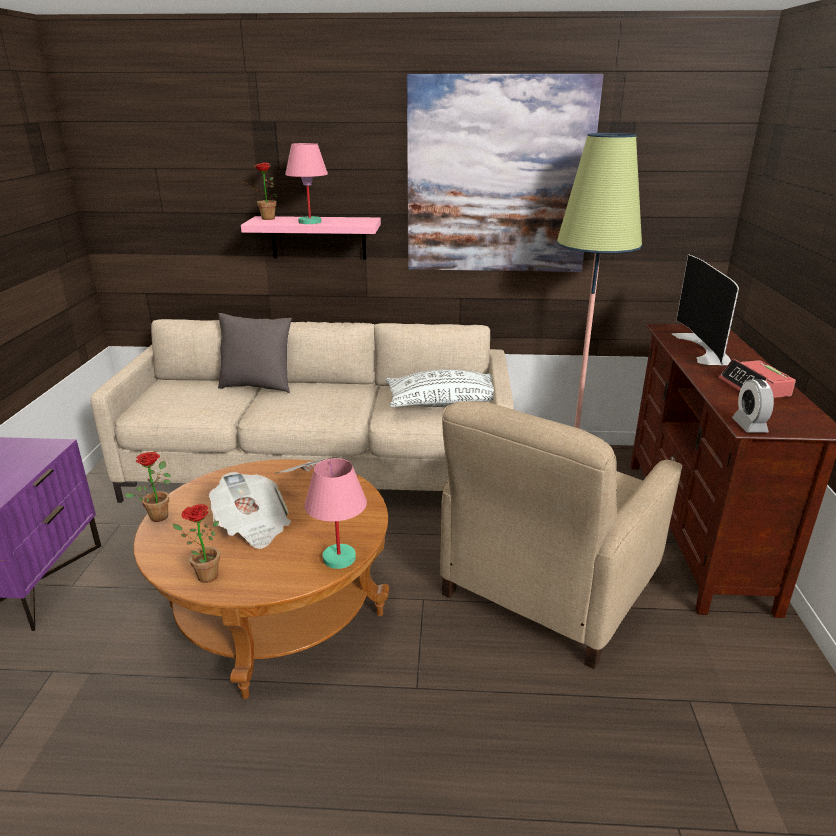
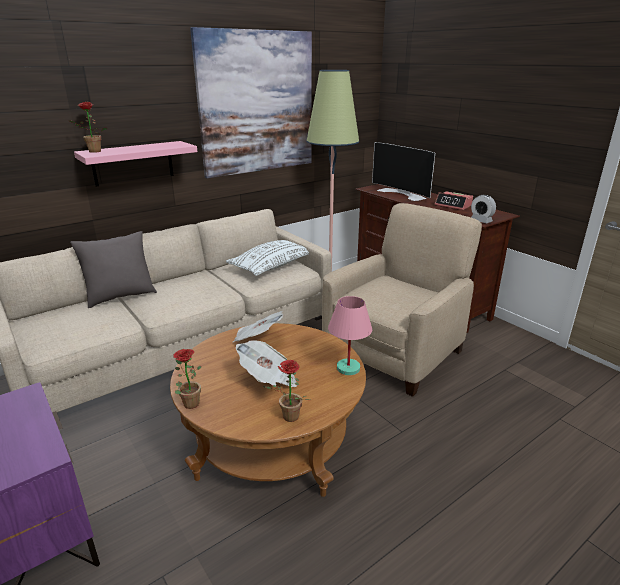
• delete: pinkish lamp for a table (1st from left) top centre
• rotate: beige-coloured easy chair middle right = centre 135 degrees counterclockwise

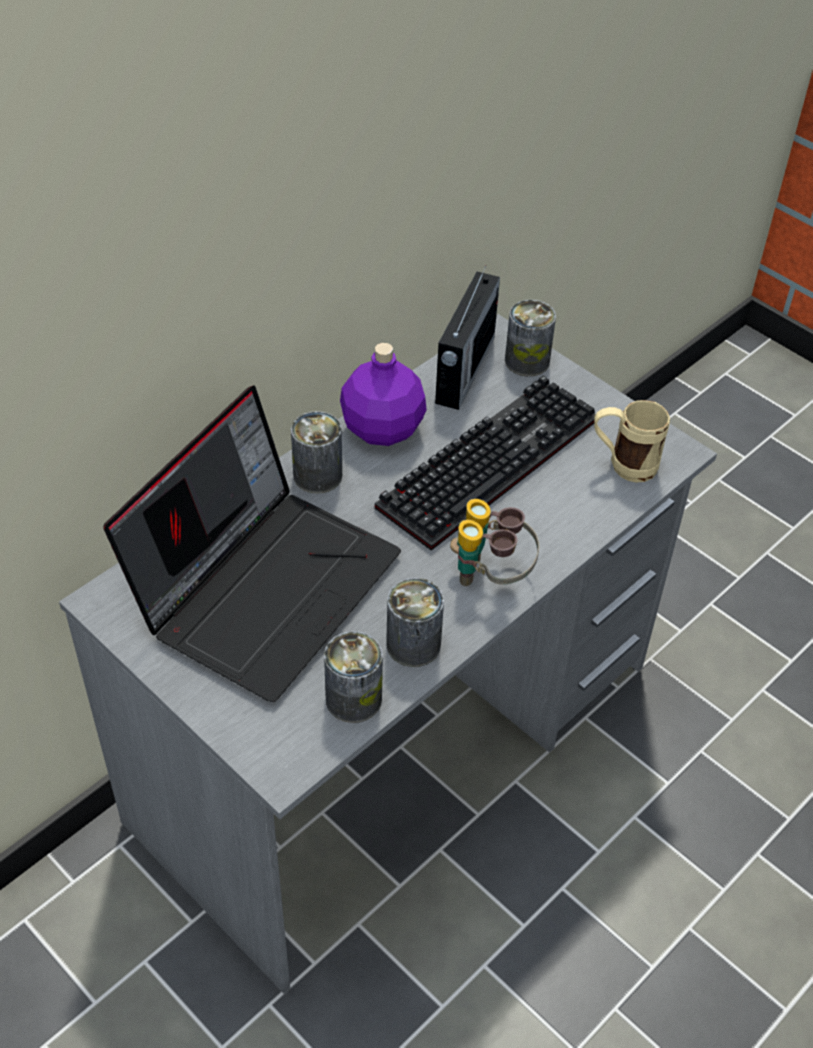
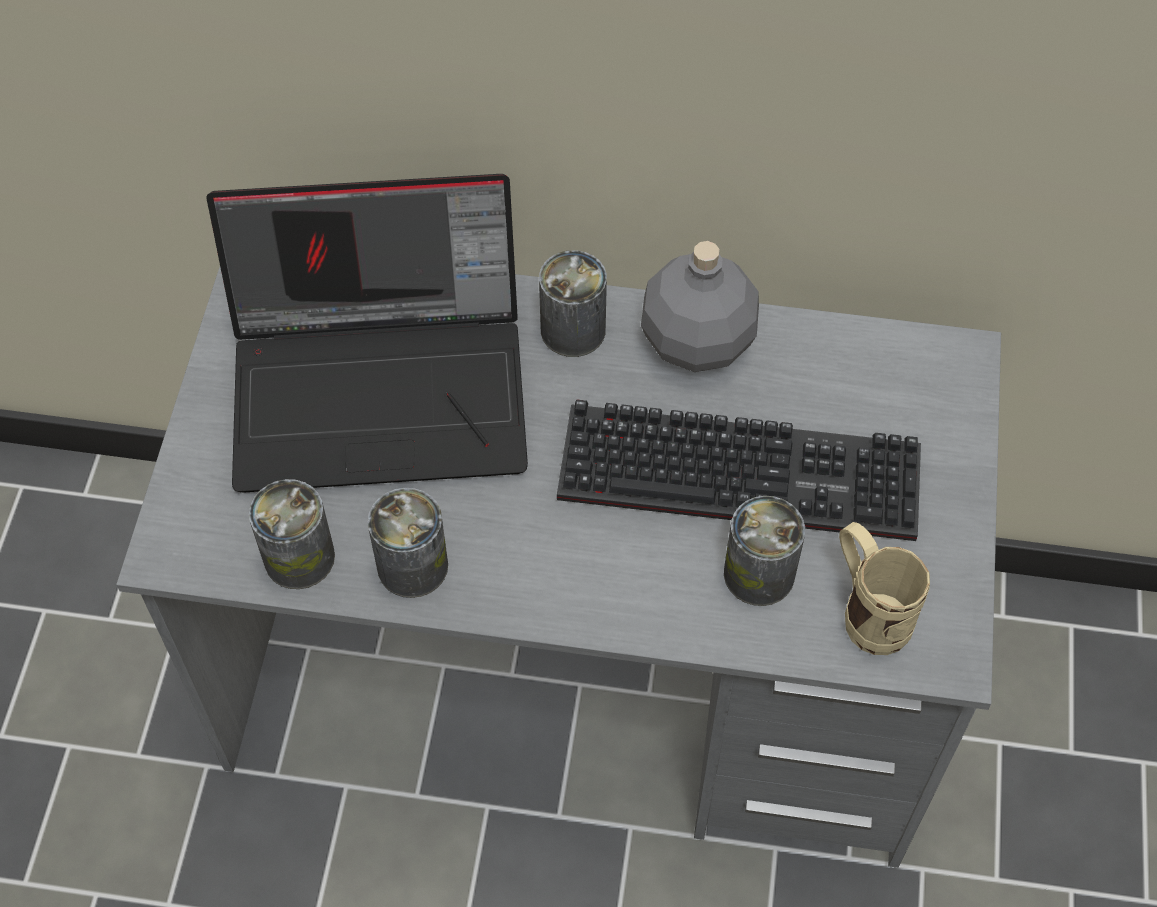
• delete: radio set top centre
• move: metal can (4th from left) top centre to centre
• recolor: purple bottle centre to grey bottle centre
• delete: pair of binoculars centre

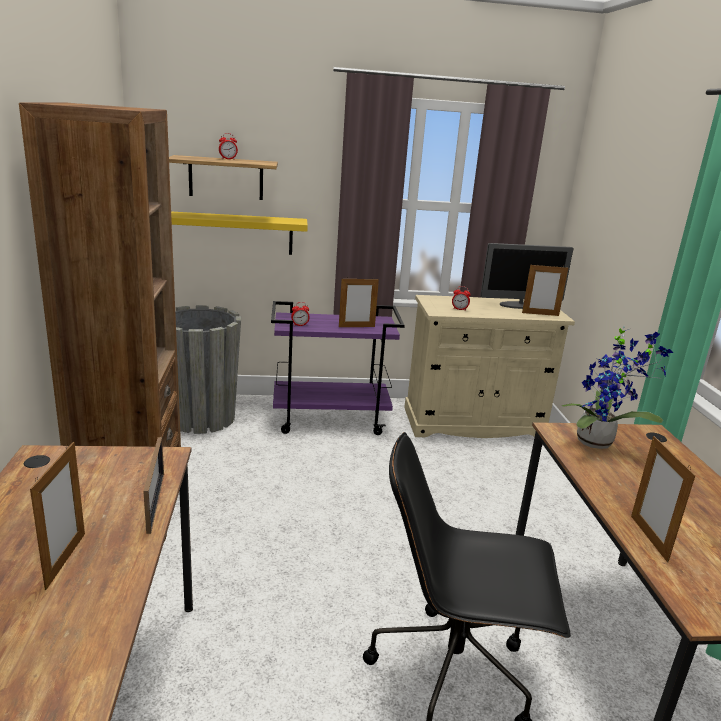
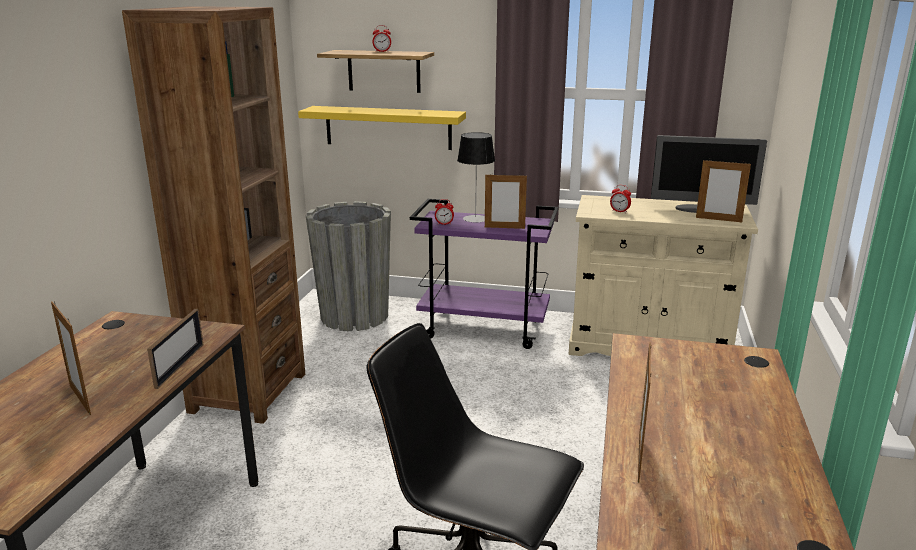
• delete: houseplant middle right
• rotate: photo frame (1st from left) bottom left = middle left 120 degrees clockwise
• insert: lamp for a table top centre

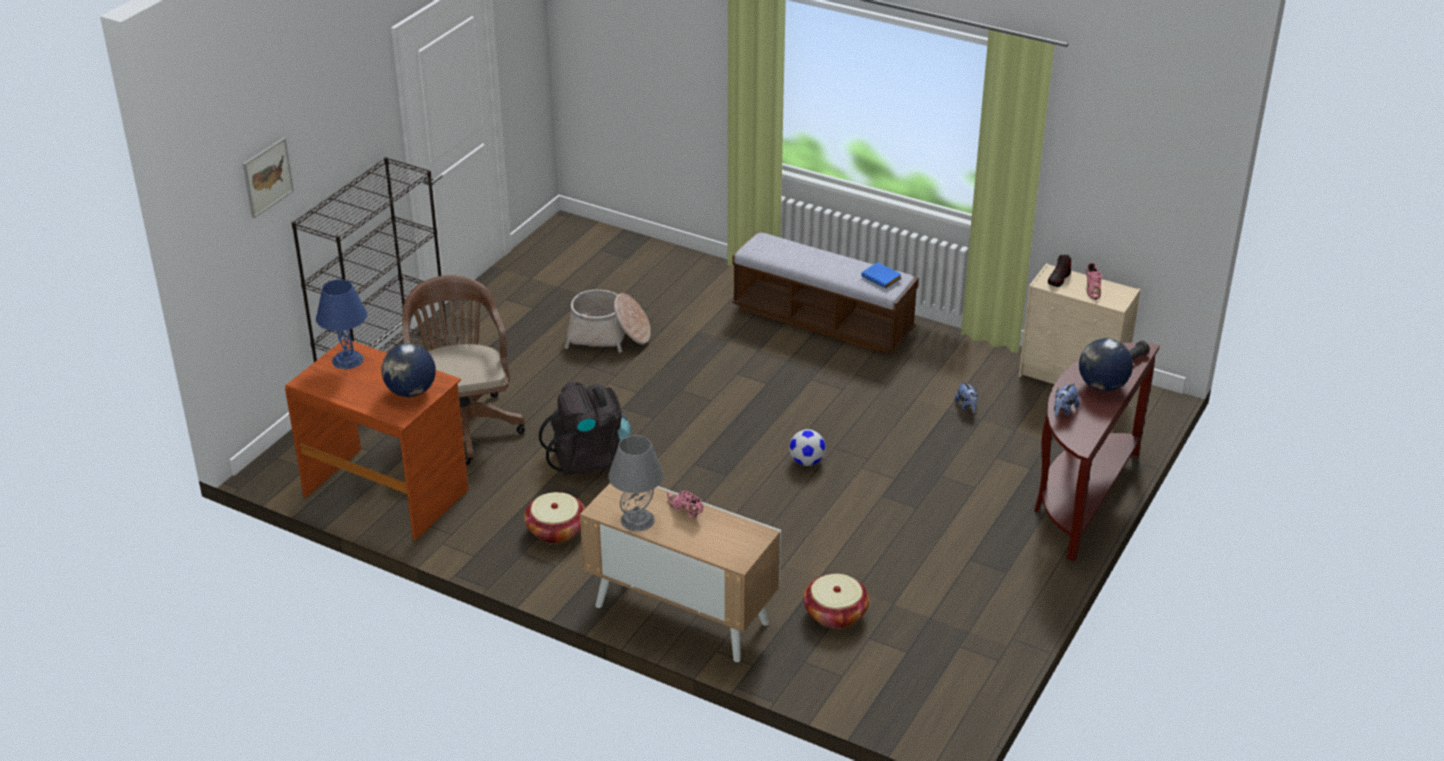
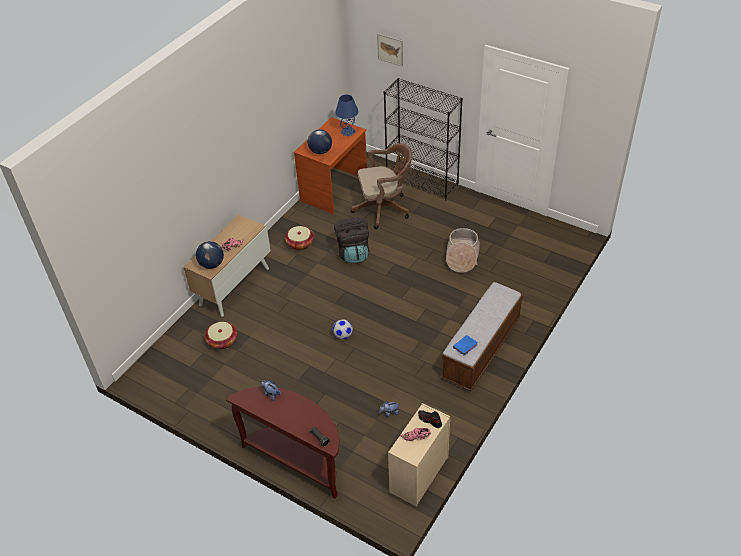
• move: desk globe (2nd from left in the first image) middle right to desk globe (1st from left) middle left
• delete: grey lamp for a table centre

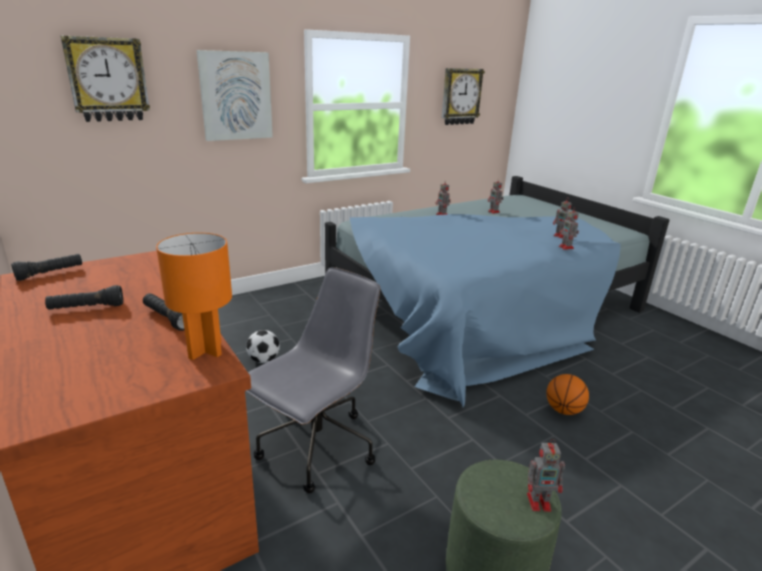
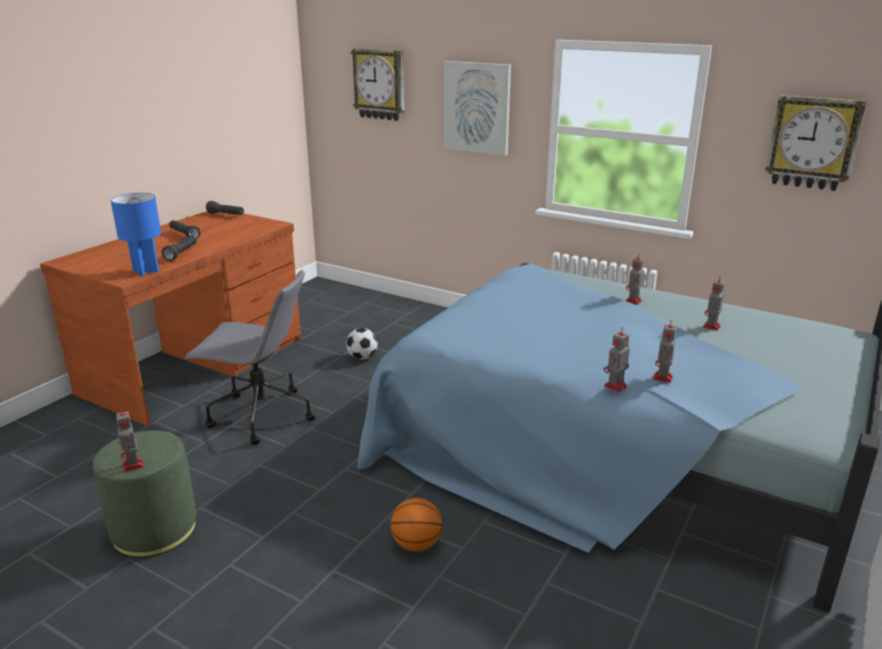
• recolor: orange lamp for a table middle left to bluish lamp for a table middle left

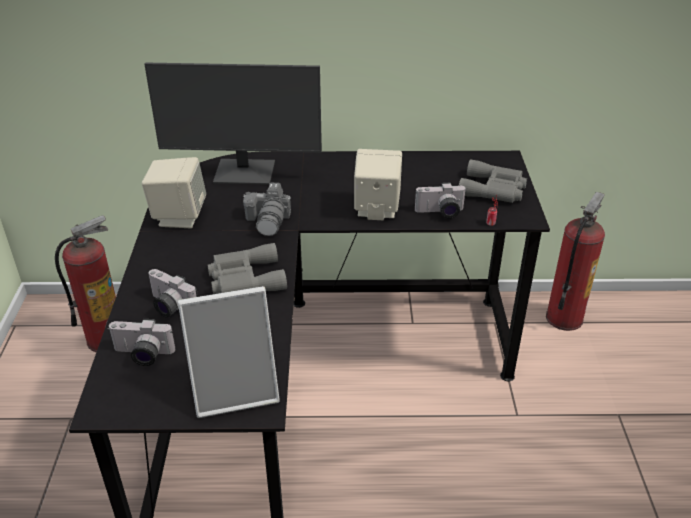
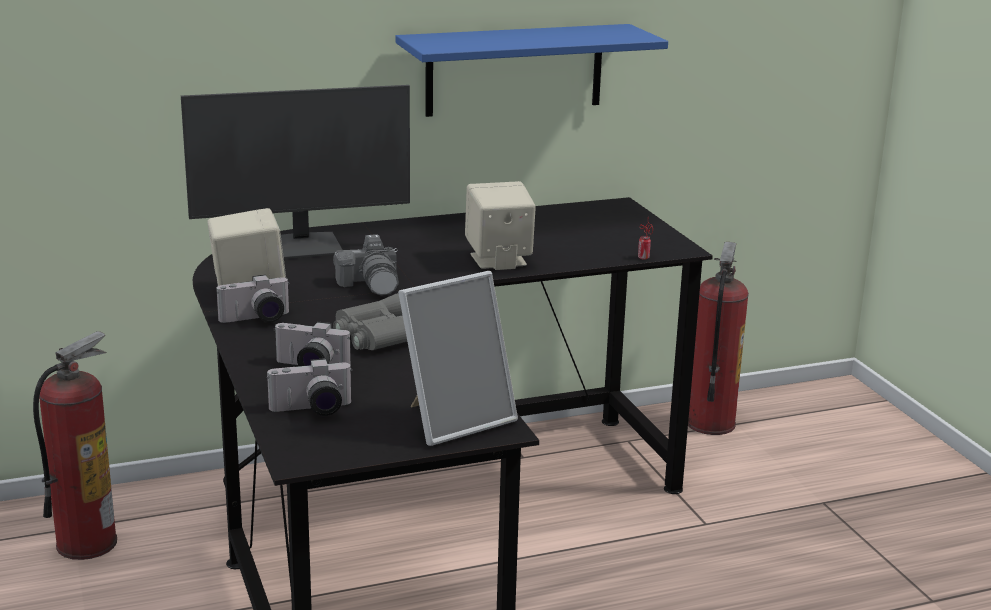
• delete: grey pair of binoculars (2nd from left) middle right
• move: photo camera (4th from left in the first image) centre to photo camera (1st from left) middle left
• insert: bluish wall shelf top centre

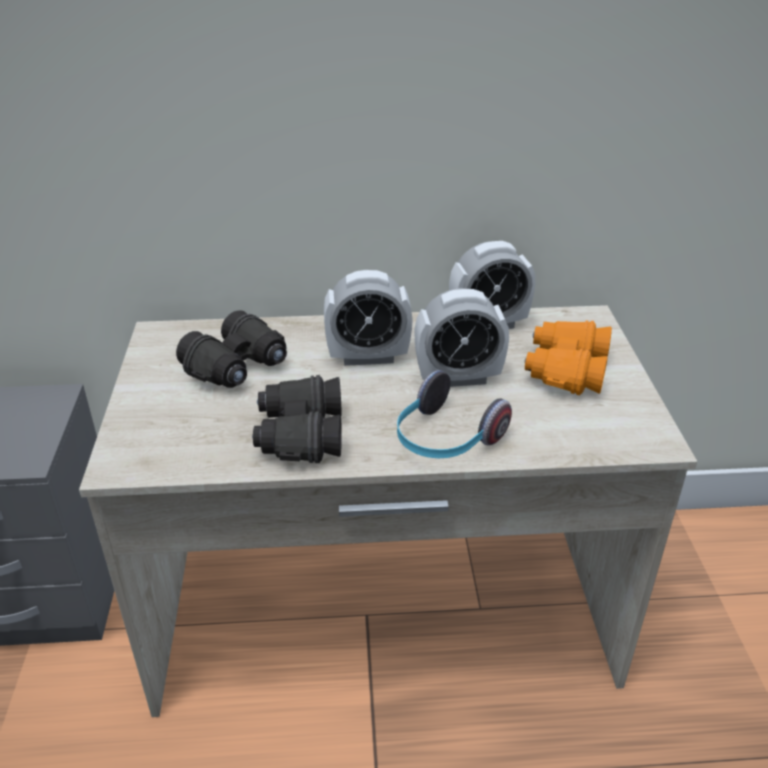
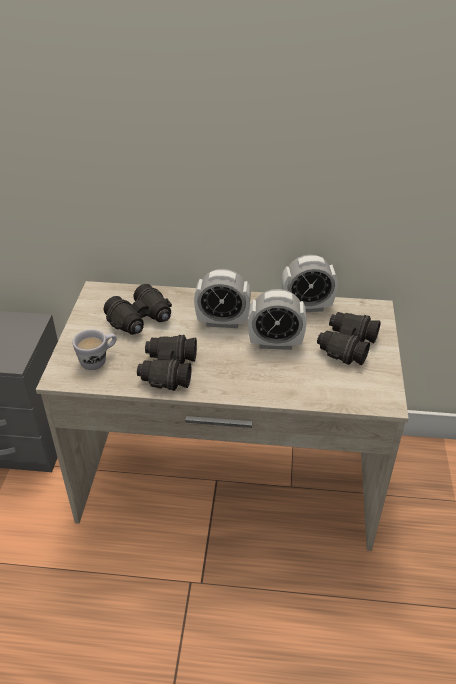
• recolor: orange pair of binoculars middle right to blackish pair of binoculars (3rd from left) middle right
• delete: pair of headphones centre
• insert: white-coloured mug middle left

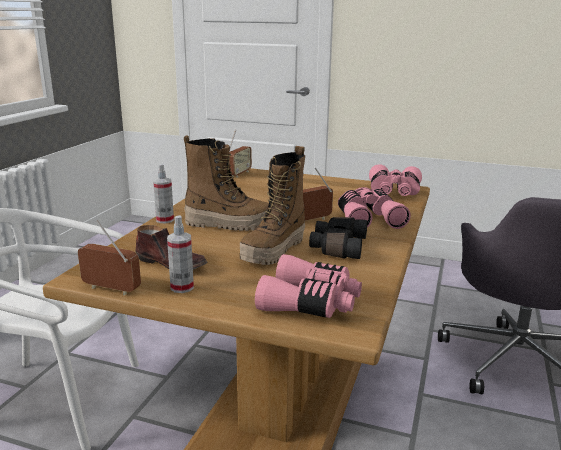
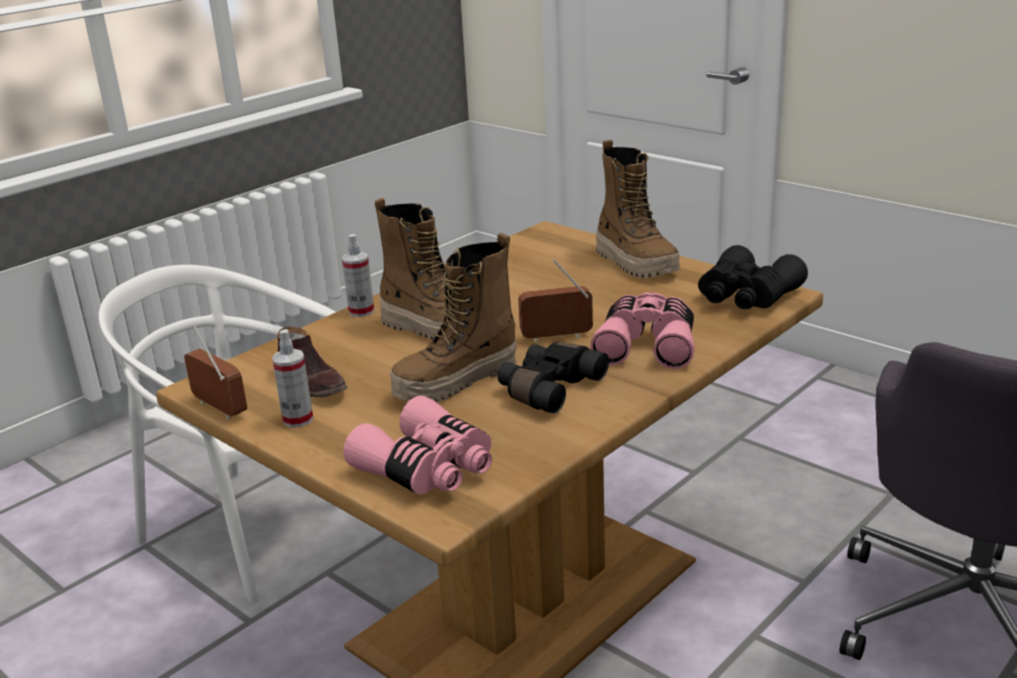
• delete: radio set (2nd from left) centre
• recolor: pinkish pair of binoculars (3rd from left) middle right to blackish pair of binoculars (2nd from left) middle right
• insert: boot (3rd from left) top centre

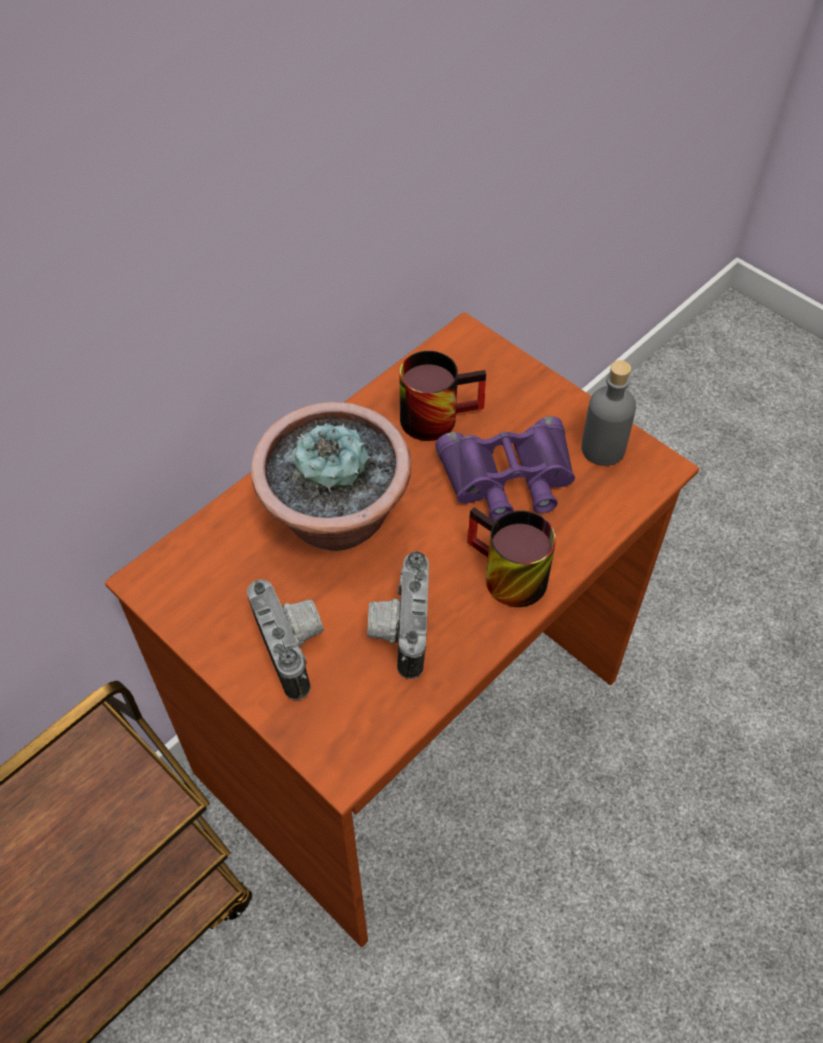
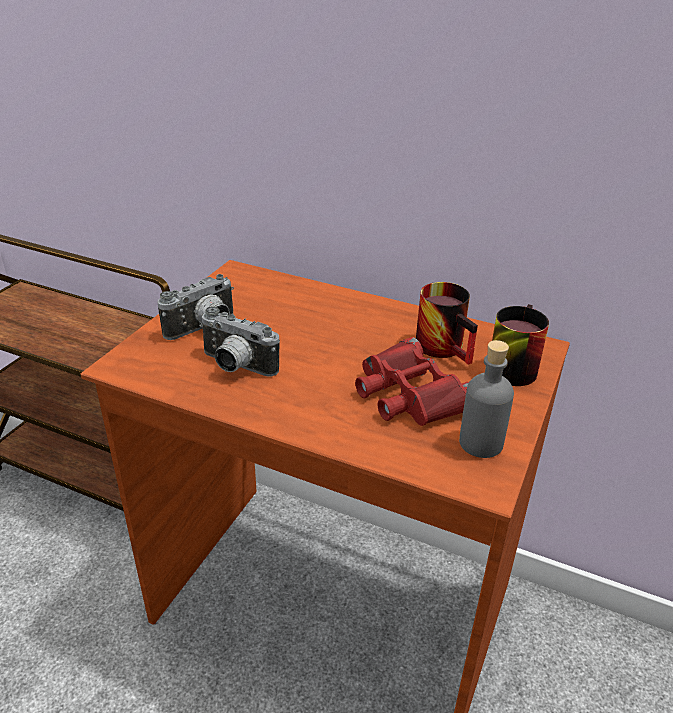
• delete: houseplant centre
• recolor: purple pair of binoculars centre to red-coloured pair of binoculars centre
• move: mug (2nd from left) centre to middle right
• rotate: photo camera (2nd from left) centre = centre 135 degrees counterclockwise

